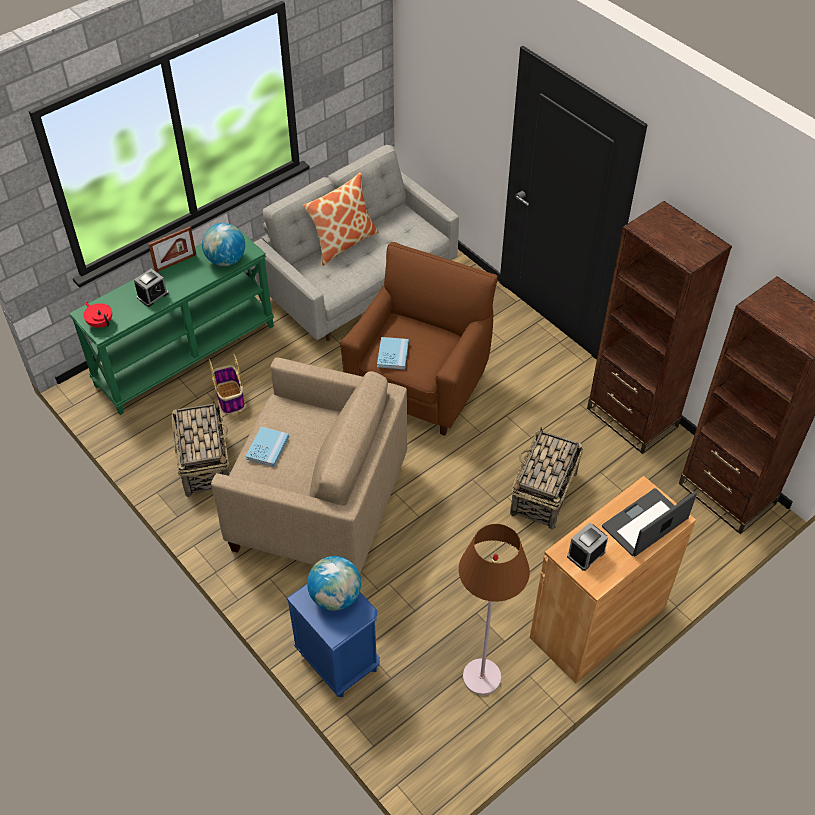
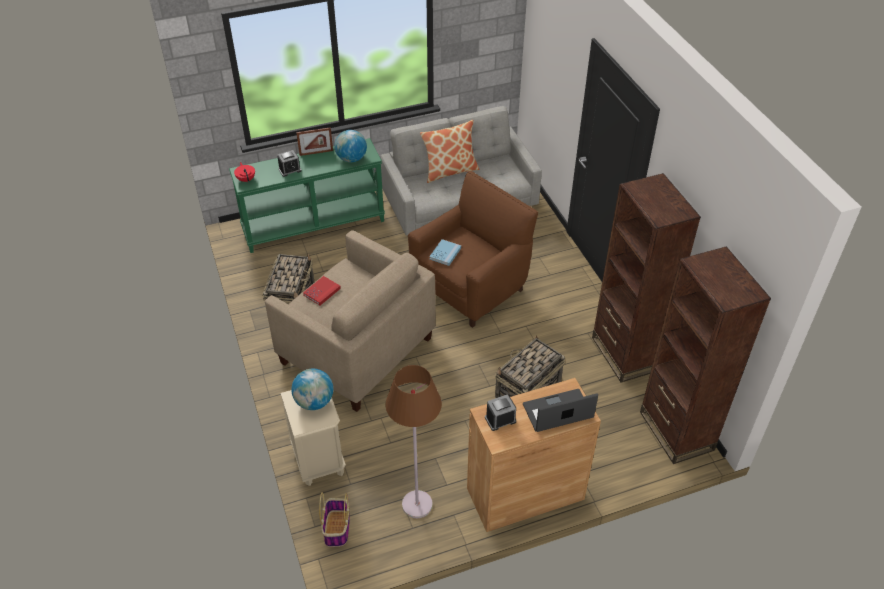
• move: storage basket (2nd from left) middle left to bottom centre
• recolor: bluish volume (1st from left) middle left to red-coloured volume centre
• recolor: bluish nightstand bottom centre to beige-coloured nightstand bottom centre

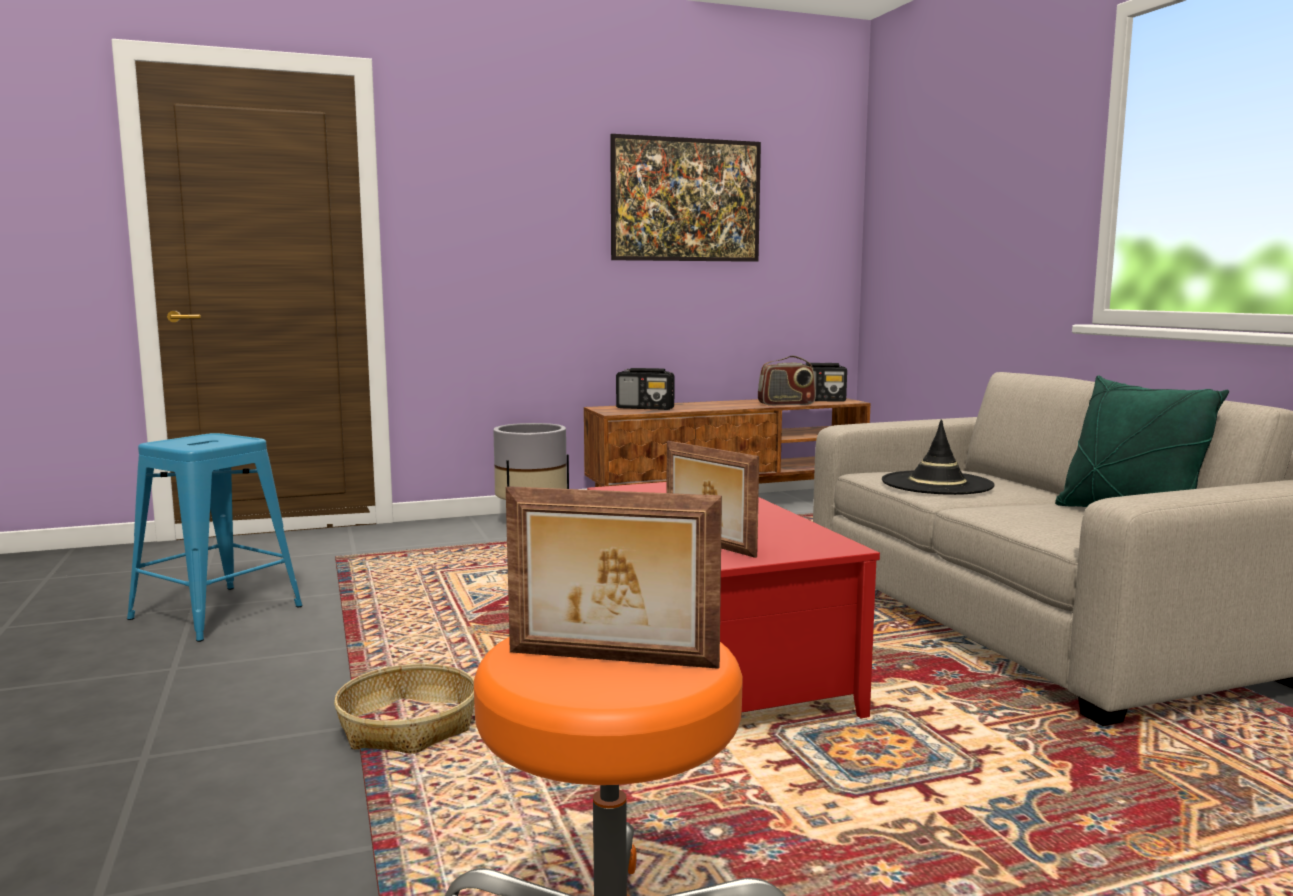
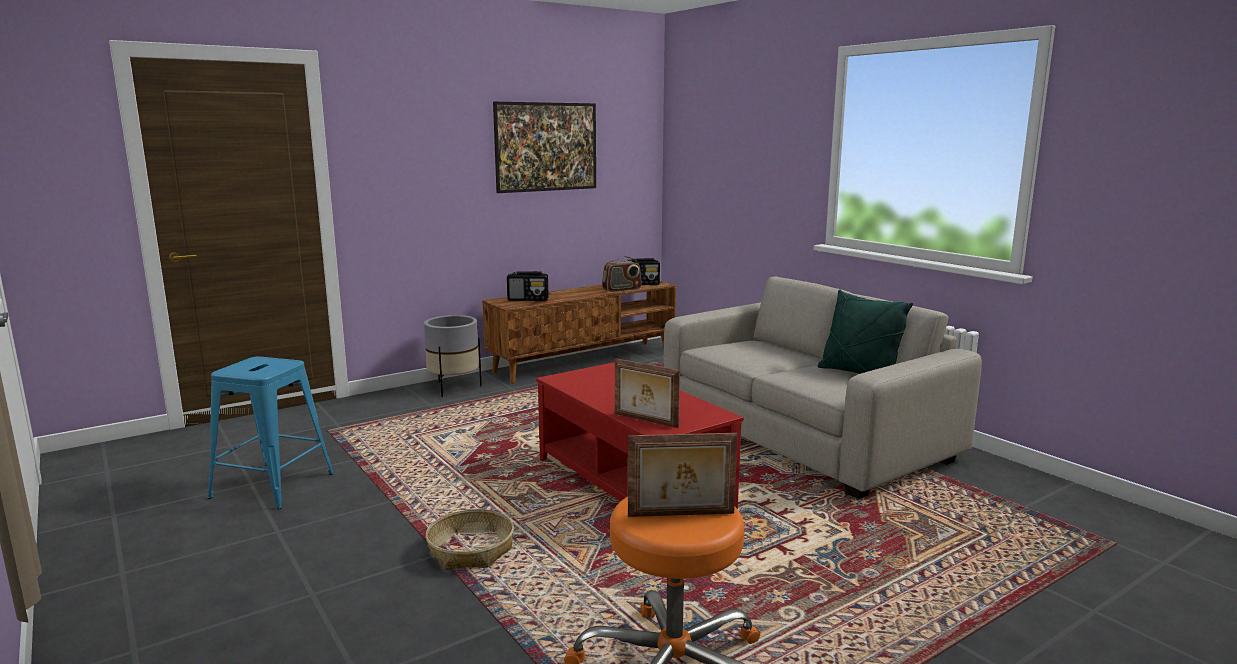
• delete: blackish wearable hat middle right

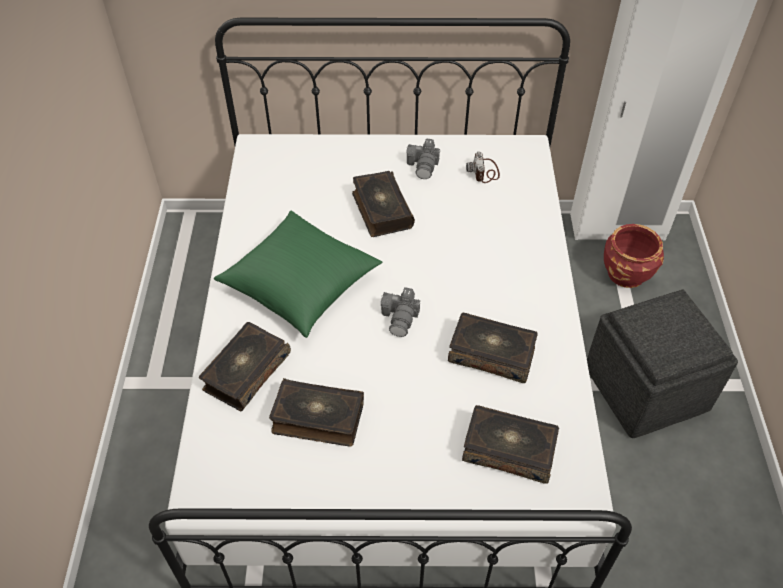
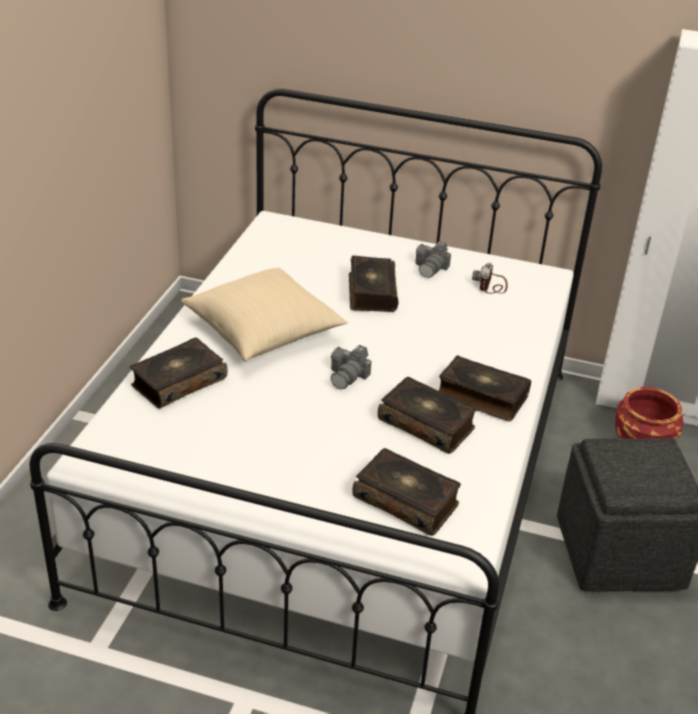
• recolor: greenish pillow centre to beige-coloured pillow centre
• move: volume (2nd from left in the first image) bottom centre to volume (5th from left) middle right

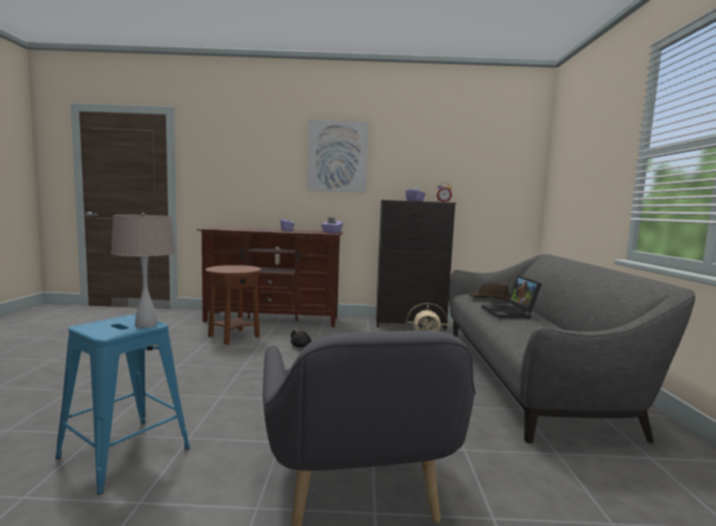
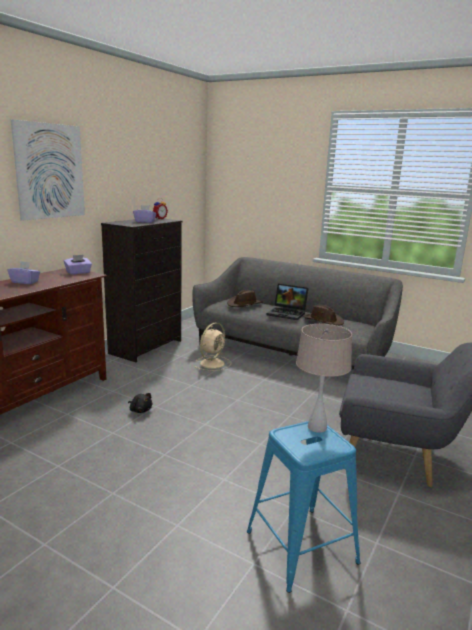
• delete: brown-coloured accent table middle left
• insert: brown-coloured wearable hat (2nd from left) middle right

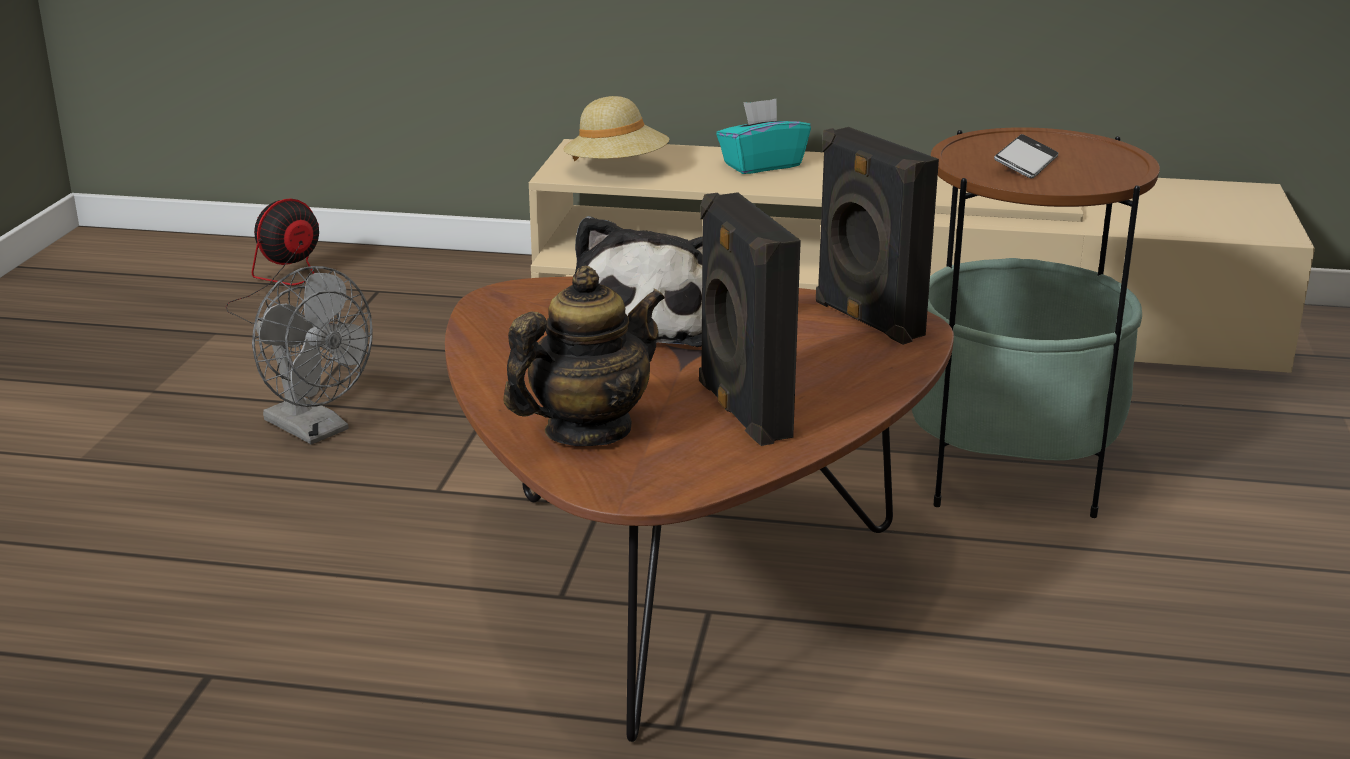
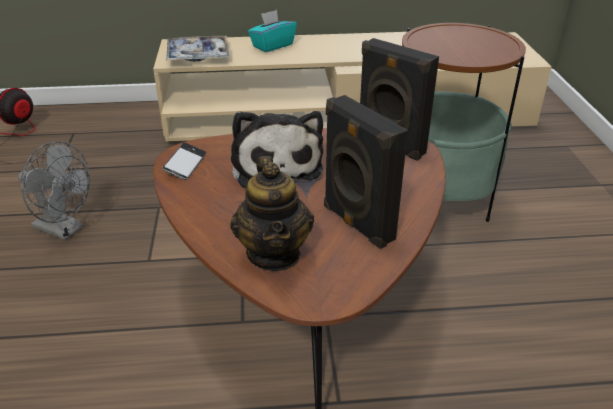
• replace: beige-coloured wearable hat top centre to tray top left
• move: handset top right to middle left
• rotate: teapot centre = centre 135 degrees clockwise

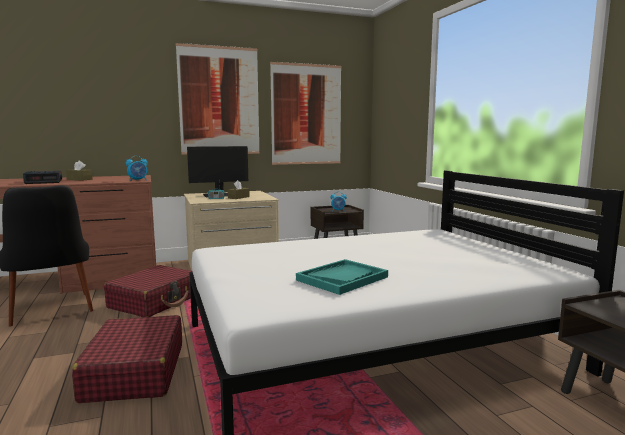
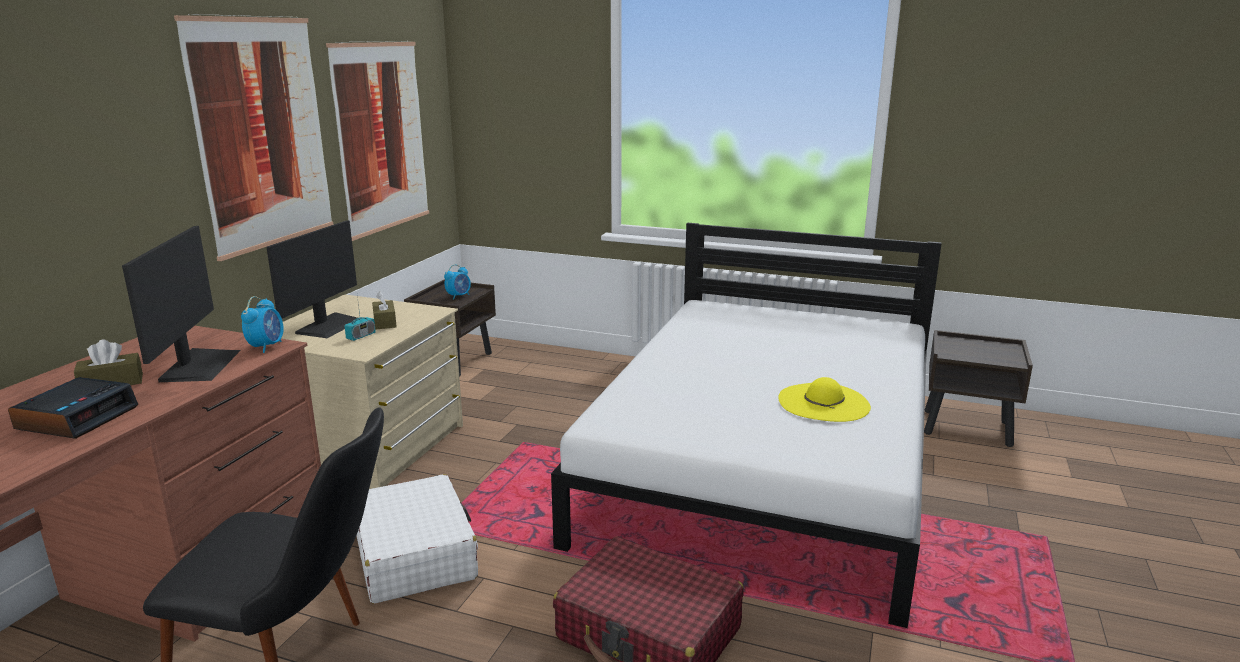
• replace: turquoise tray centre to yellowish wearable hat centre
• recolor: red-coloured piece of luggage (2nd from left) bottom left to white-coloured piece of luggage bottom centre
• insert: monitor (1st from left) middle left

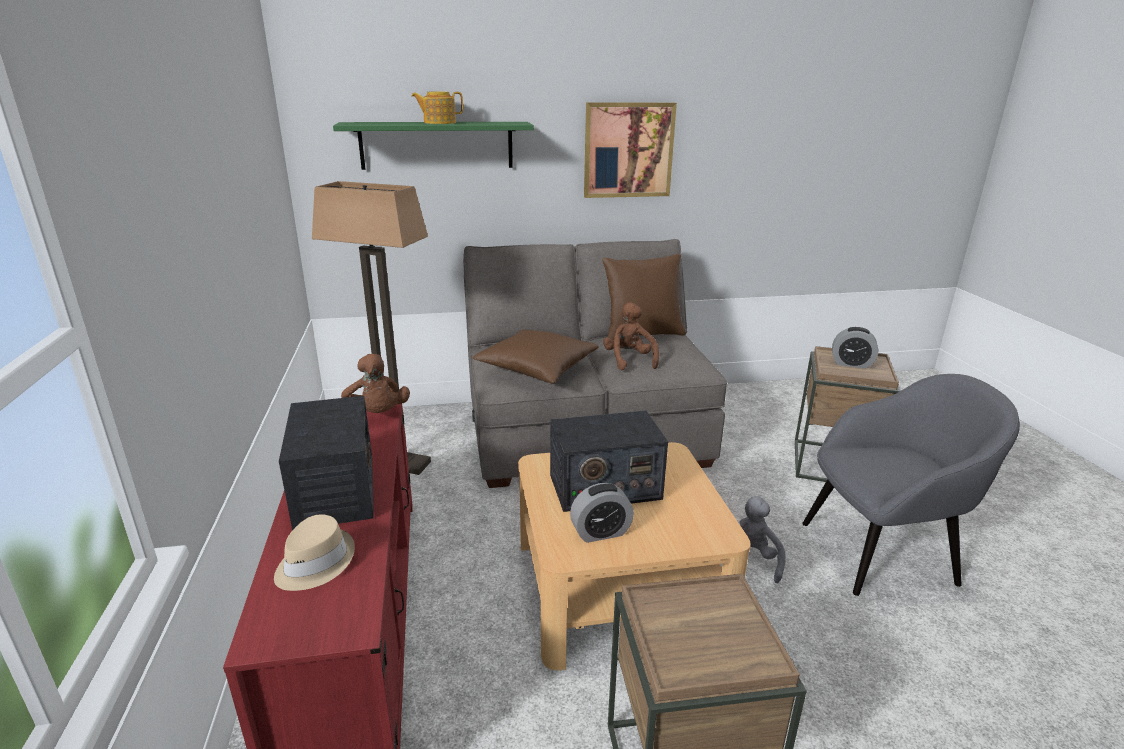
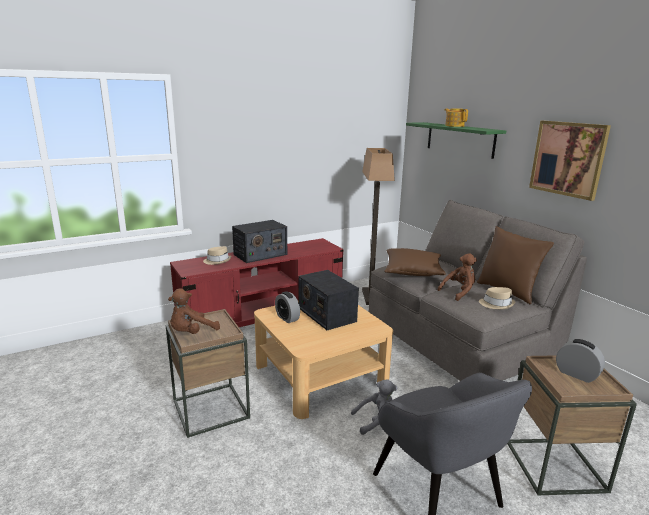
• rotate: alarm clock (2nd from left) middle right = bottom right 135 degrees clockwise
• move: brown-coloured cuddly toy (1st from left) centre to middle left
• insert: beige-coloured wearable hat (2nd from left) middle right

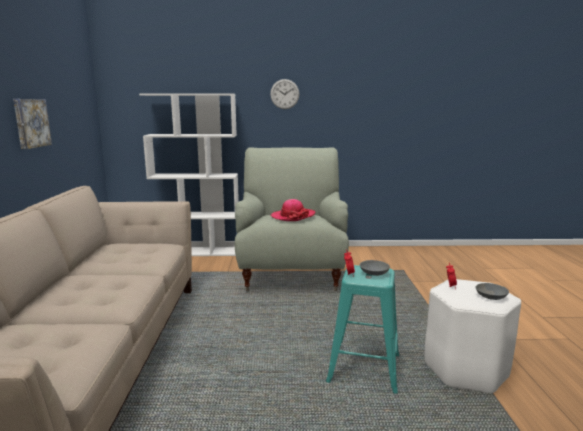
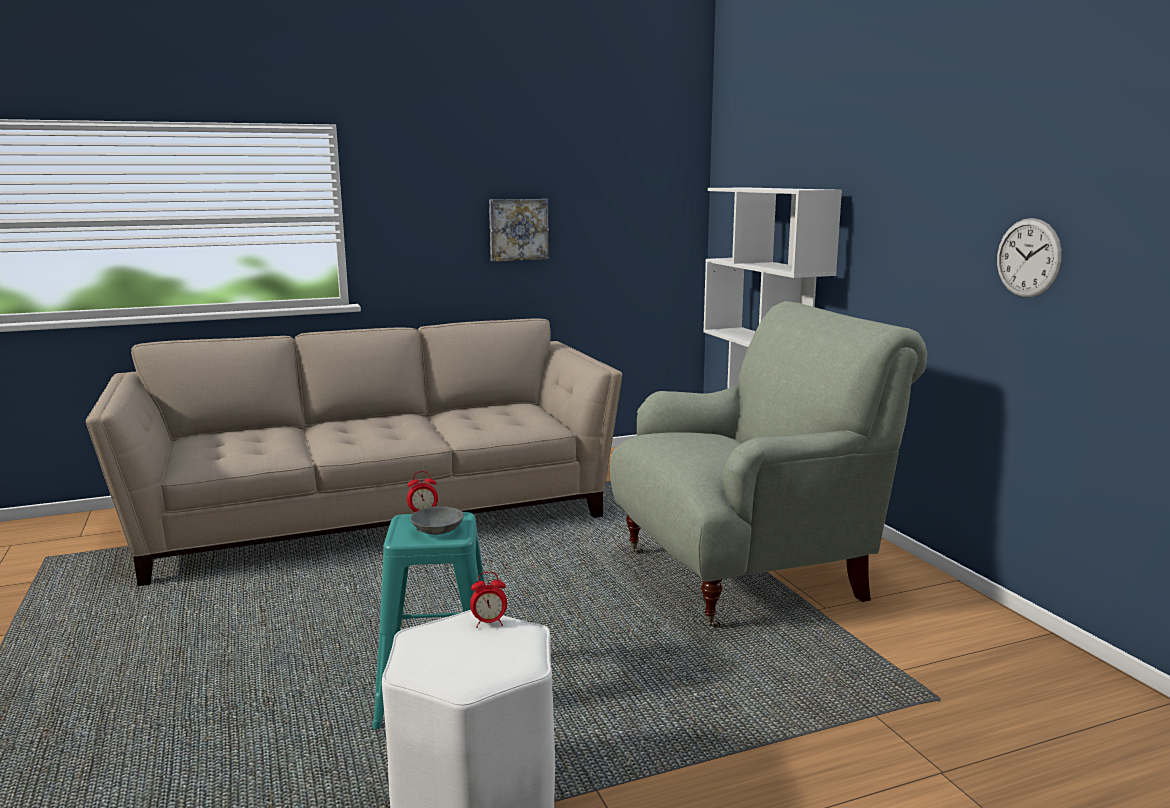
• move: clock on the wall top centre to top right
• delete: wearable hat centre
• delete: grey deep dish (2nd from left) bottom right

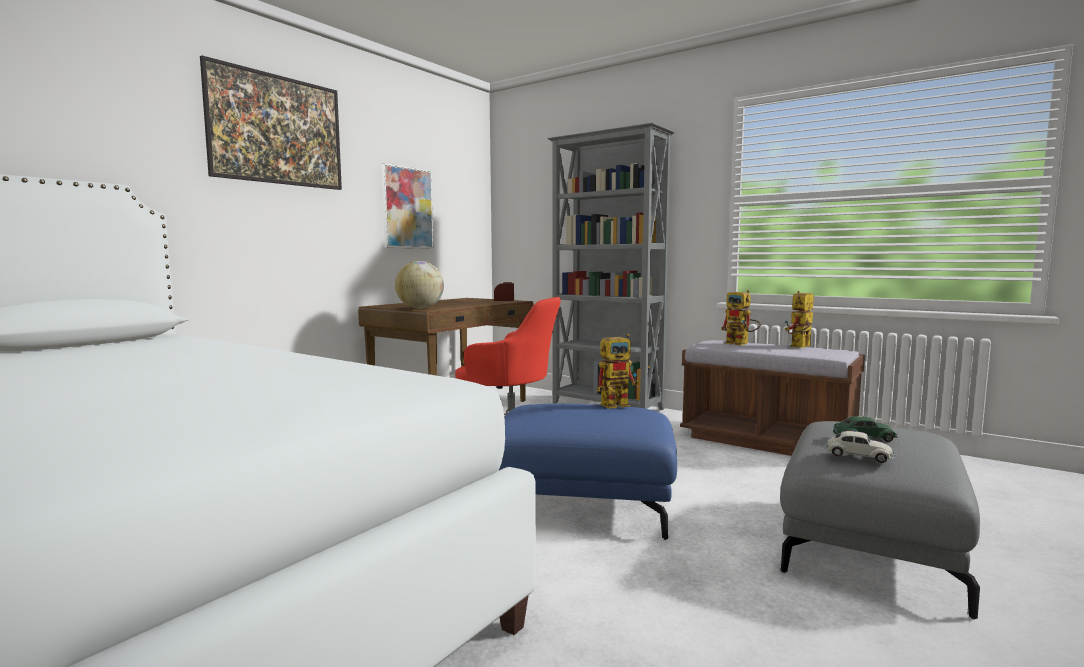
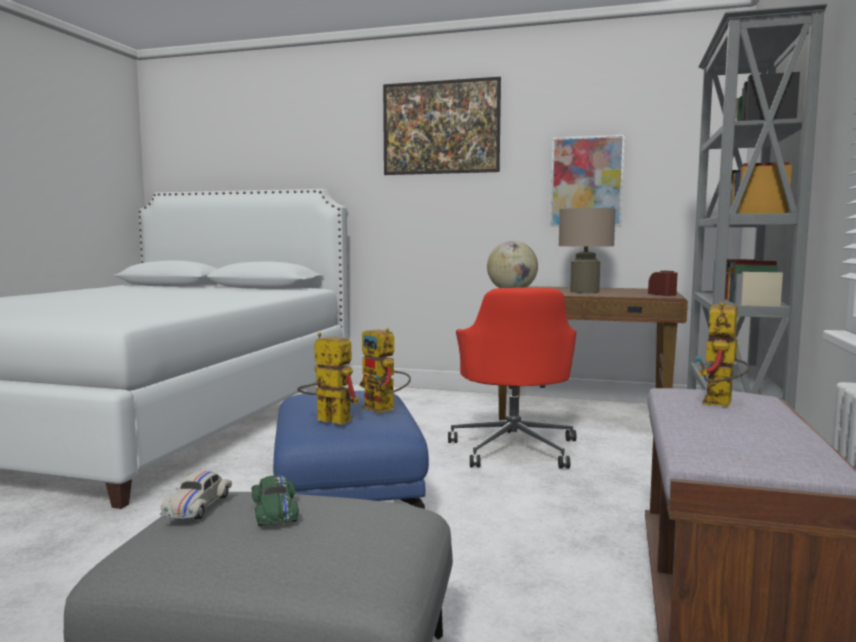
• move: robot figure (3rd from left in the first image) middle right to robot figure (1st from left) centre
• insert: beige-coloured lamp for a table middle right

